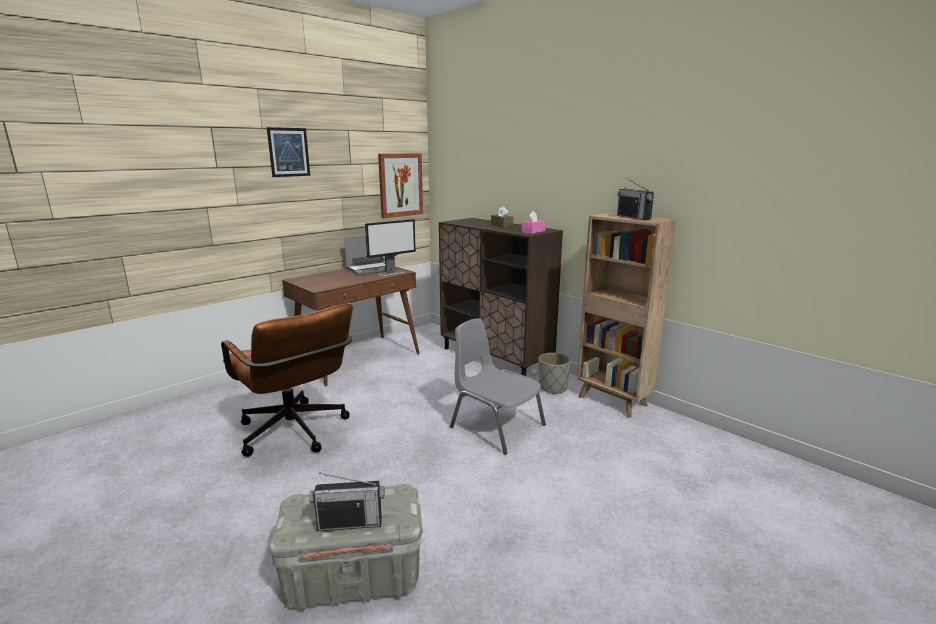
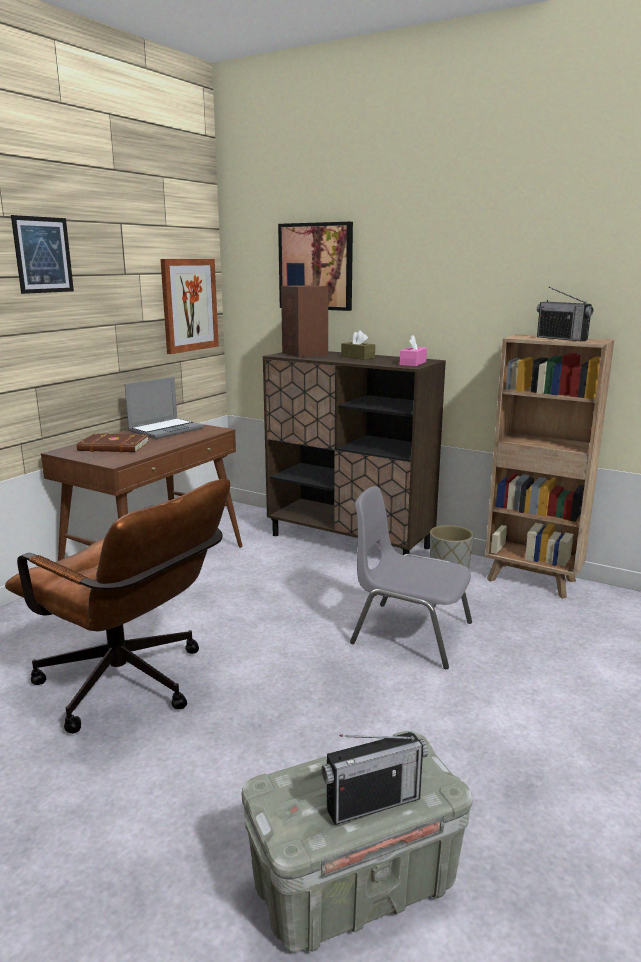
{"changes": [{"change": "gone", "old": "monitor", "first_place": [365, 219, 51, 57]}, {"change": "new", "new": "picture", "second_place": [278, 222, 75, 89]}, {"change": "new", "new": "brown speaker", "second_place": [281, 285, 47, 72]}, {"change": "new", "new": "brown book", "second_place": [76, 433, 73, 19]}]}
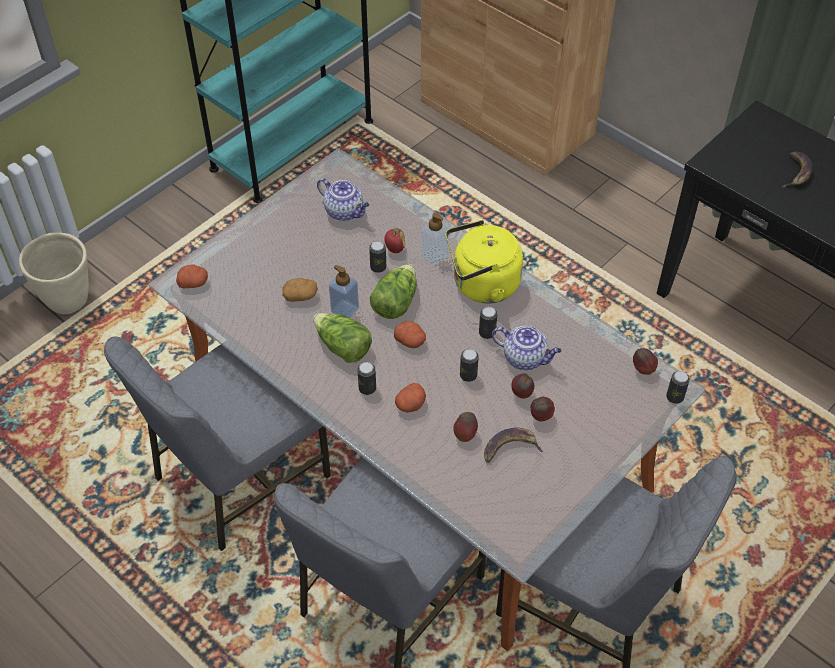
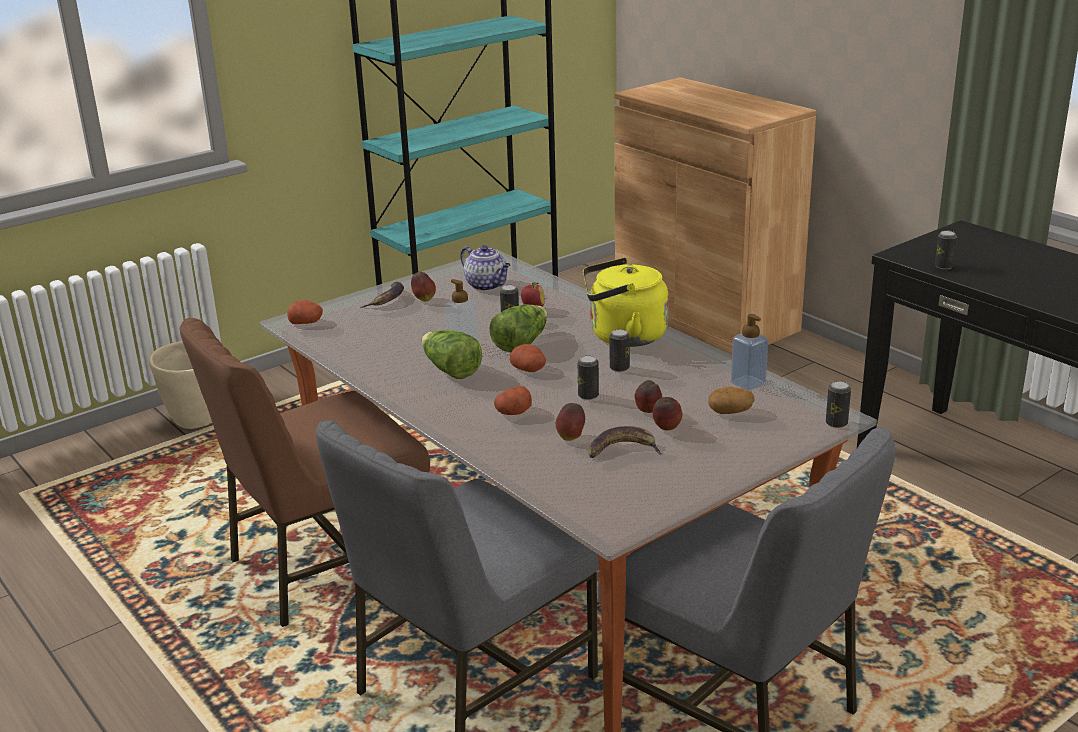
{"changes": [{"change": "shifted", "old": "banana", "first_place": [782, 151, 31, 36], "second_place": [361, 282, 43, 26]}, {"change": "shifted", "old": "soap dispenser", "first_place": [421, 213, 28, 52], "second_place": [731, 314, 37, 77]}, {"change": "shifted", "old": "potato", "first_place": [282, 278, 36, 24], "second_place": [709, 387, 46, 27]}, {"change": "gone", "old": "teapot", "first_place": [492, 326, 70, 44]}, {"change": "repainted", "old": "grey chair", "new": "brown chair", "first_place": [104, 337, 227, 214], "second_place": [180, 318, 250, 309]}, {"change": "shifted", "old": "apple", "first_place": [633, 348, 25, 27], "second_place": [411, 272, 25, 29]}, {"change": "shifted", "old": "can", "first_place": [357, 362, 19, 33], "second_place": [935, 230, 22, 40]}]}
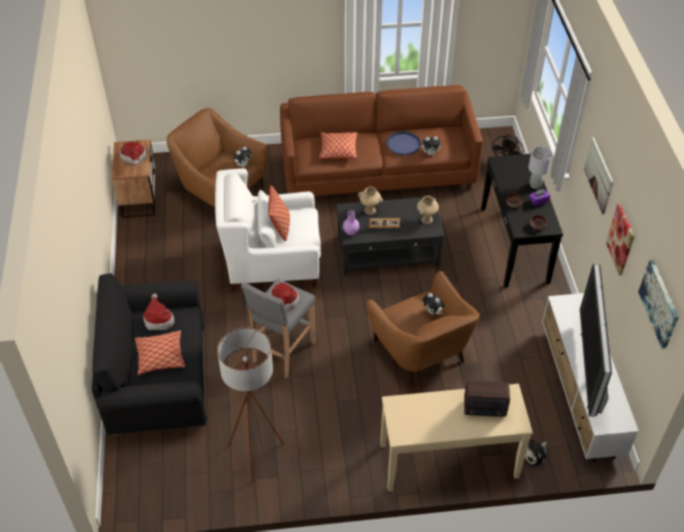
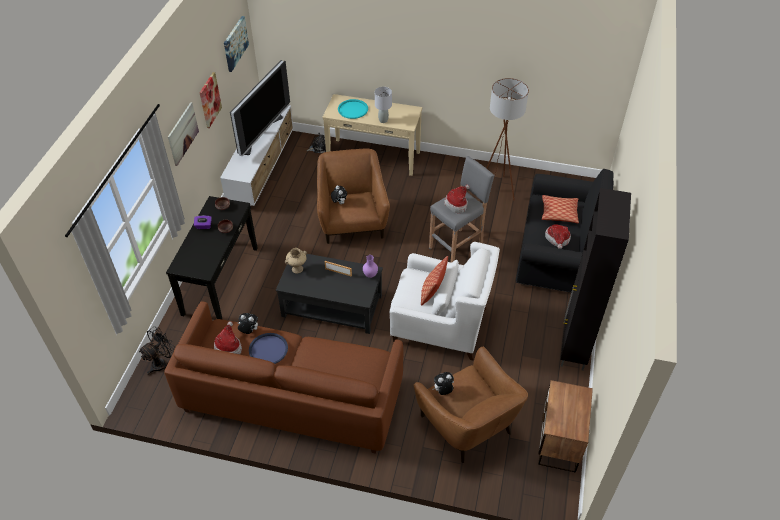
{"changes": [{"change": "gone", "old": "pillow", "first_place": [319, 132, 39, 27]}, {"change": "shifted", "old": "hat", "first_place": [119, 142, 27, 23], "second_place": [214, 321, 28, 33]}, {"change": "shifted", "old": "grey table lamp", "first_place": [528, 146, 25, 43], "second_place": [375, 87, 17, 36]}, {"change": "gone", "old": "beige vase", "first_place": [358, 186, 25, 29]}, {"change": "swapped", "old": "radio", "new": "turquoise tray", "first_place": [464, 380, 46, 37], "second_place": [338, 99, 30, 20]}, {"change": "new", "new": "black cabinet", "second_place": [561, 188, 70, 183]}]}
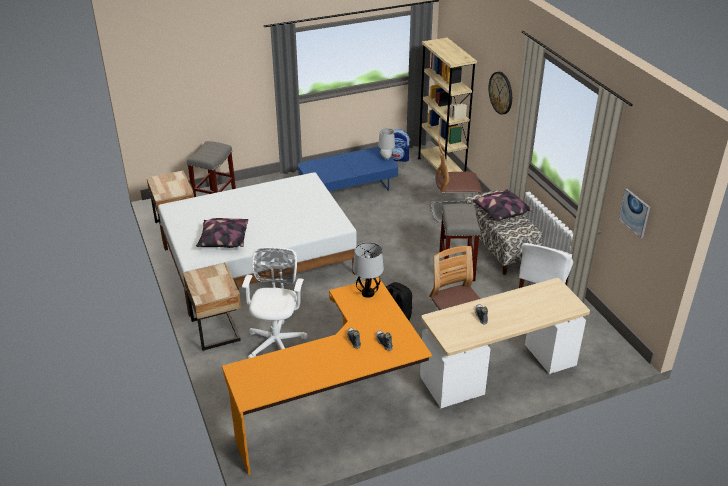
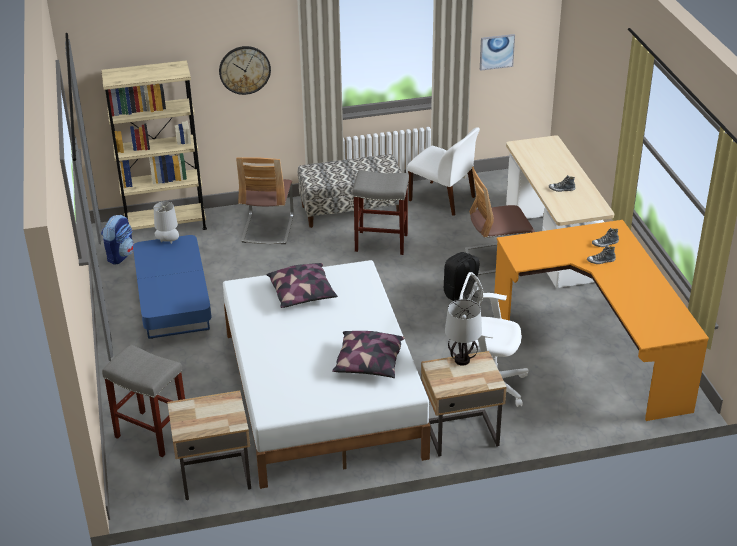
{"changes": [{"change": "shifted", "old": "pillow", "first_place": [472, 189, 60, 33], "second_place": [267, 263, 71, 45]}, {"change": "shifted", "old": "table lamp", "first_place": [353, 242, 31, 56], "second_place": [445, 299, 37, 67]}]}
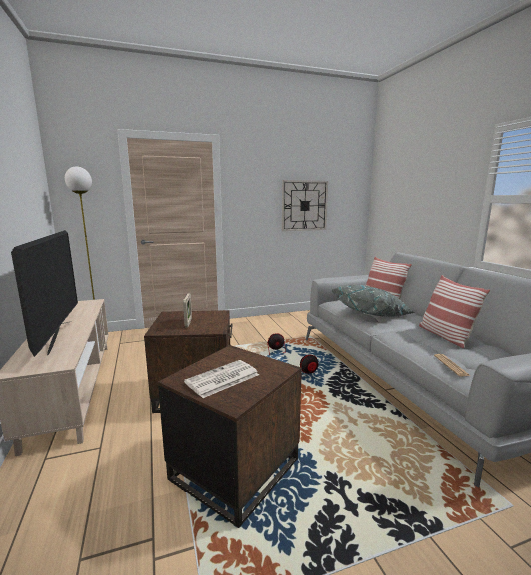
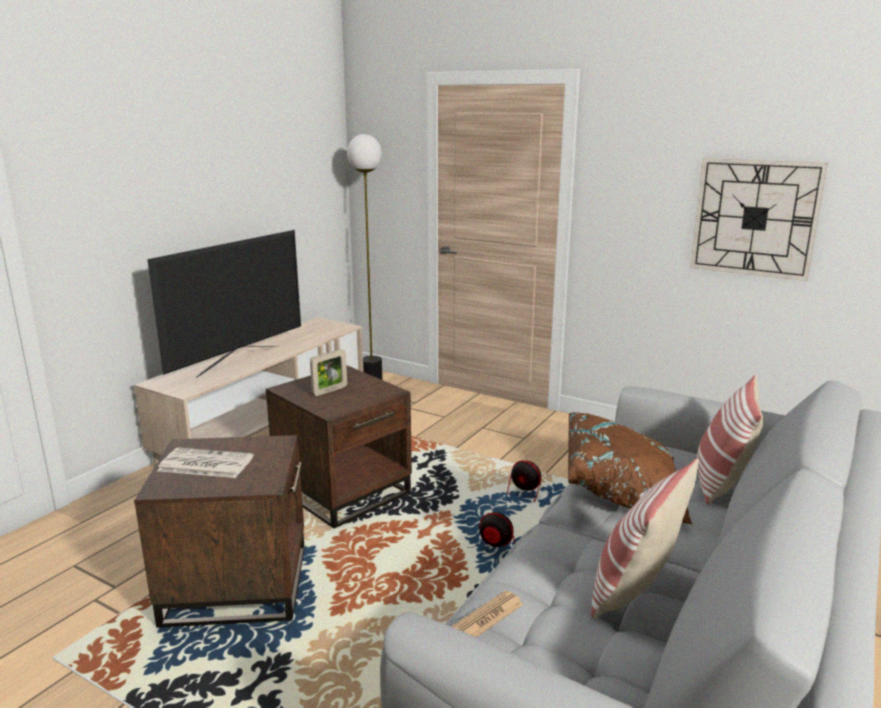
{"changes": [{"change": "repainted", "old": "grey pillow", "new": "brown pillow", "first_place": [332, 285, 82, 32], "second_place": [568, 412, 125, 113]}]}
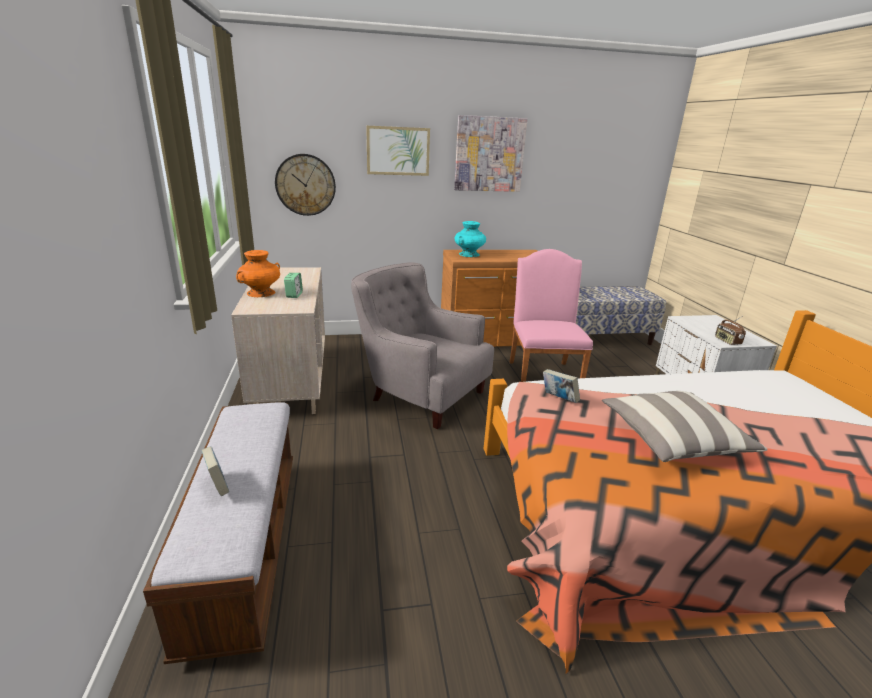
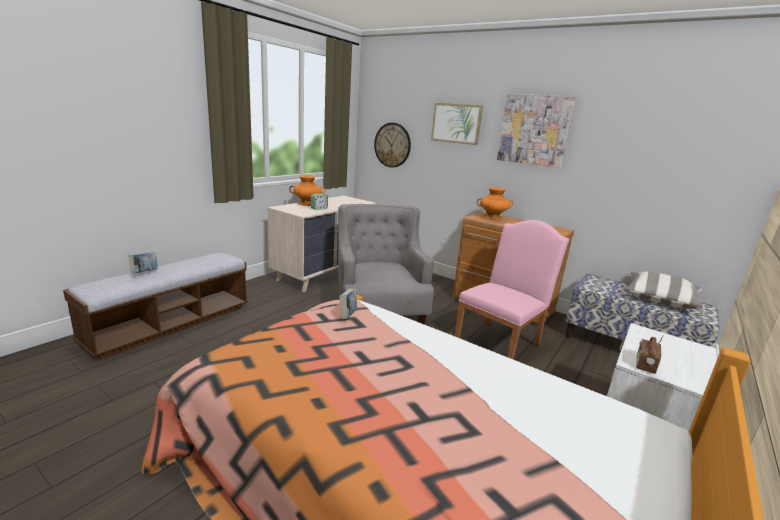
{"changes": [{"change": "repainted", "old": "turquoise vase", "new": "orange vase", "first_place": [455, 221, 31, 36], "second_place": [477, 187, 37, 33]}, {"change": "shifted", "old": "pillow", "first_place": [602, 391, 166, 71], "second_place": [625, 271, 80, 38]}]}
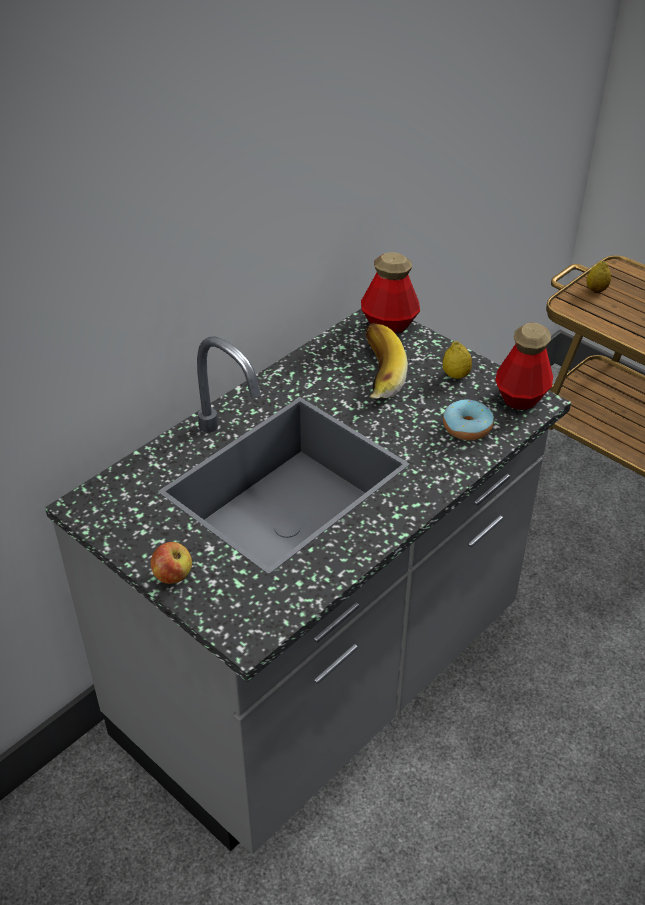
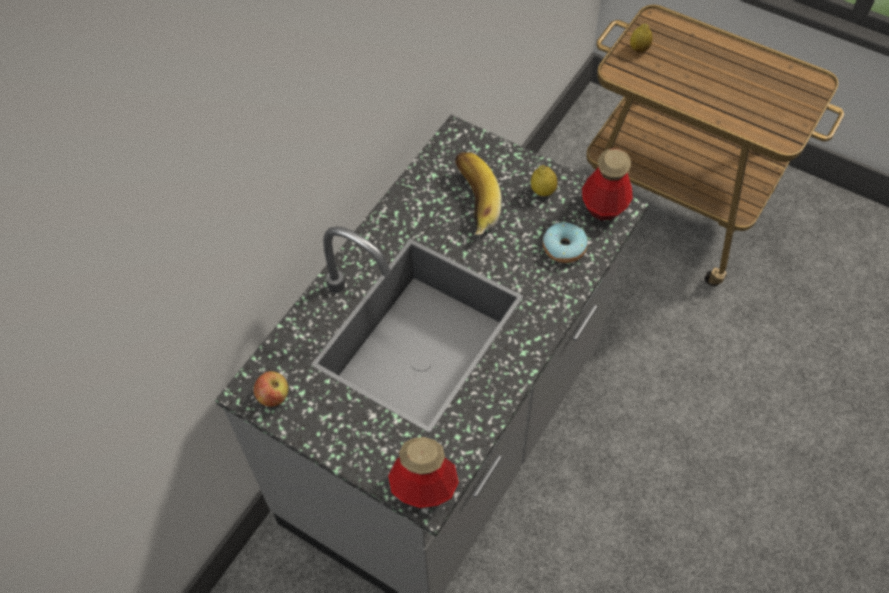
{"changes": [{"change": "shifted", "old": "bottle", "first_place": [361, 252, 59, 82], "second_place": [388, 437, 71, 71]}, {"change": "shifted", "old": "apple", "first_place": [150, 542, 42, 42], "second_place": [254, 371, 34, 36]}]}
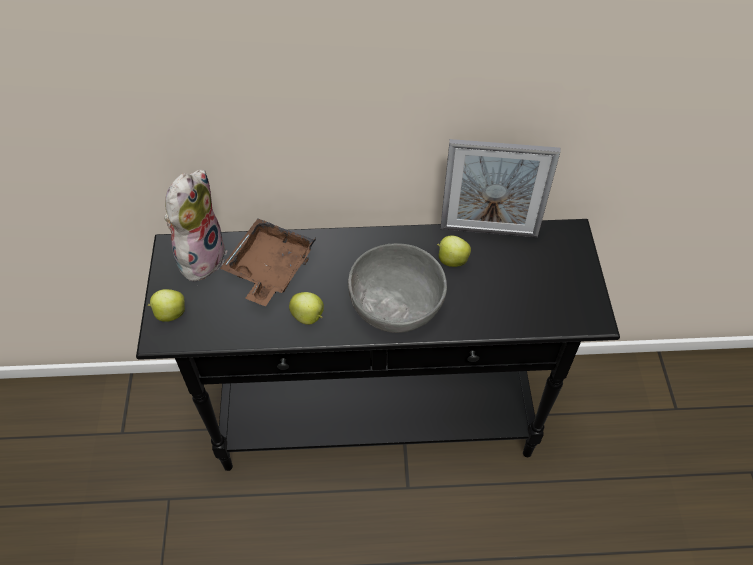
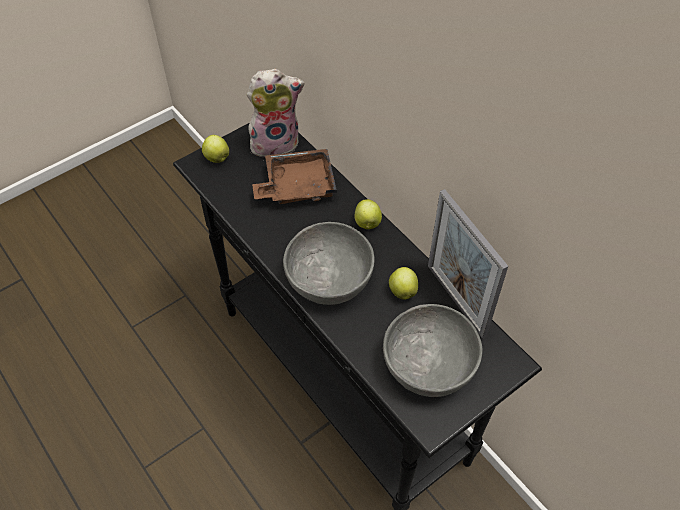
{"changes": [{"change": "shifted", "old": "apple", "first_place": [289, 292, 35, 33], "second_place": [354, 199, 28, 30]}, {"change": "new", "new": "grey bowl", "second_place": [383, 304, 100, 93]}]}
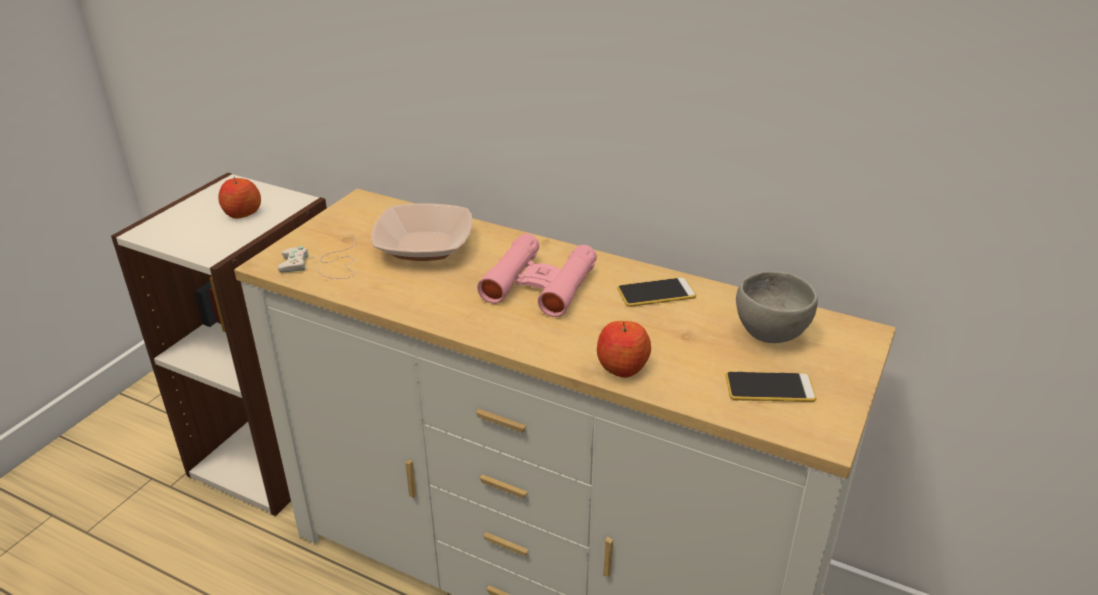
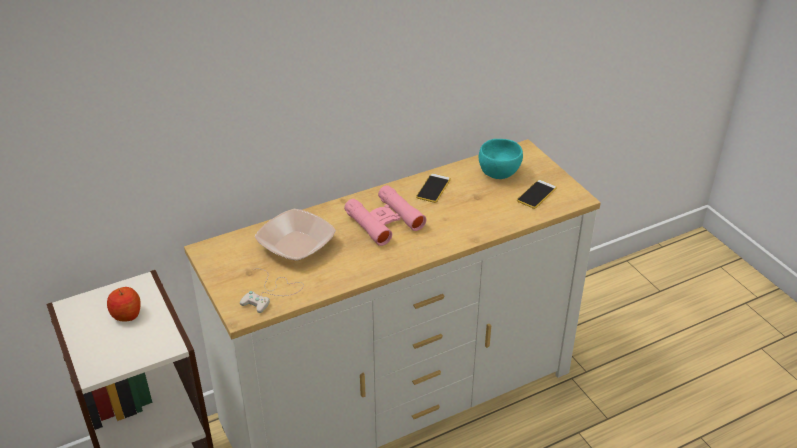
{"changes": [{"change": "repainted", "old": "grey bowl", "new": "turquoise bowl", "first_place": [736, 271, 82, 72], "second_place": [478, 139, 45, 40]}, {"change": "gone", "old": "apple", "first_place": [597, 321, 54, 57]}]}
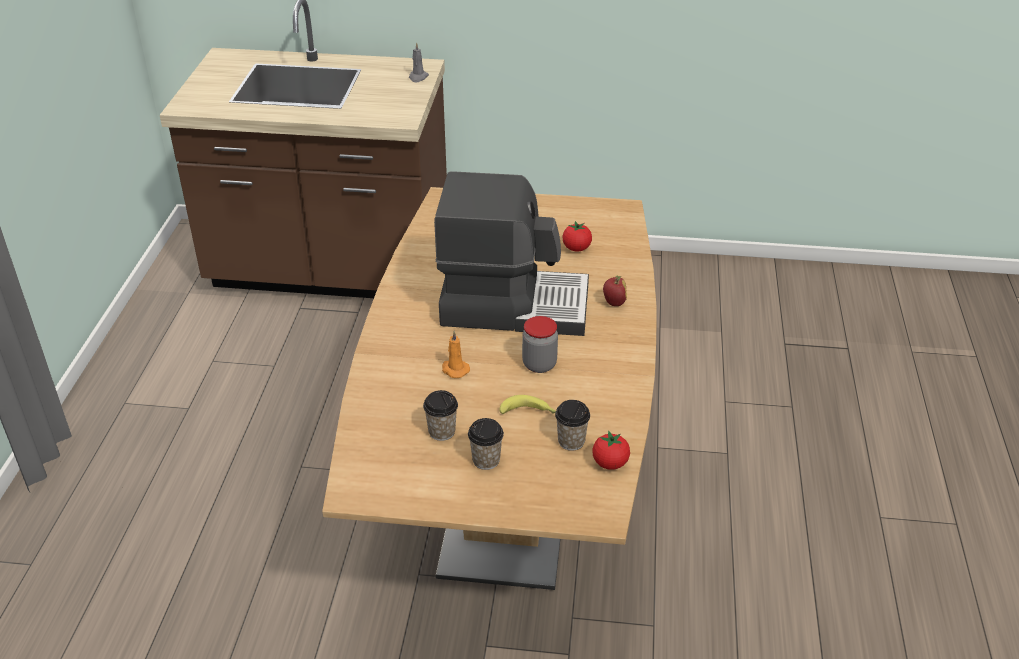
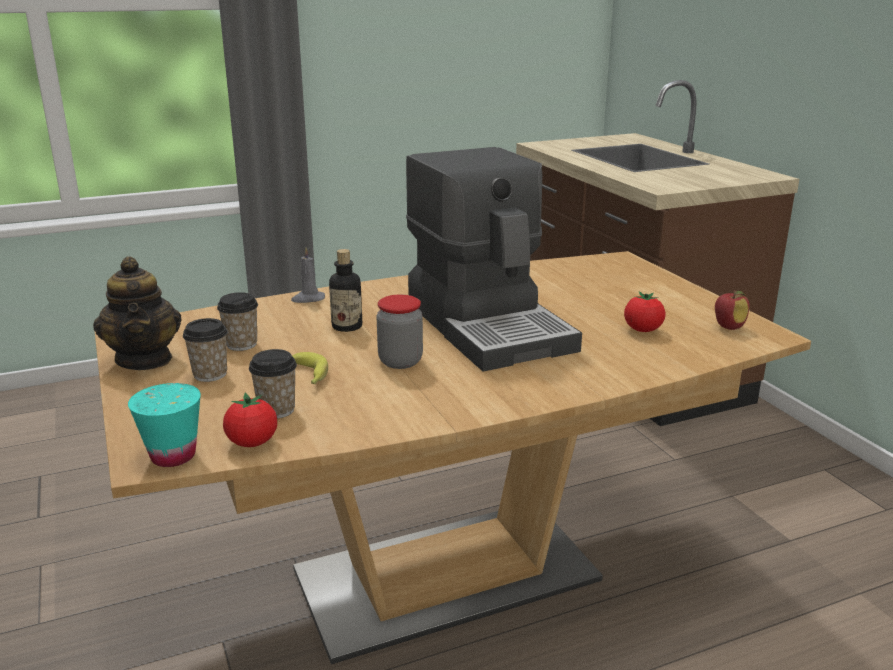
{"changes": [{"change": "shifted", "old": "grey candle", "first_place": [409, 42, 20, 40], "second_place": [291, 247, 34, 56]}, {"change": "shifted", "old": "apple", "first_place": [603, 275, 24, 31], "second_place": [715, 290, 34, 40]}, {"change": "swapped", "old": "orange candle", "new": "bottle", "first_place": [442, 331, 28, 47], "second_place": [329, 249, 33, 83]}, {"change": "new", "new": "teapot", "second_place": [93, 256, 89, 114]}, {"change": "new", "new": "turquoise cup", "second_place": [128, 383, 73, 84]}]}
